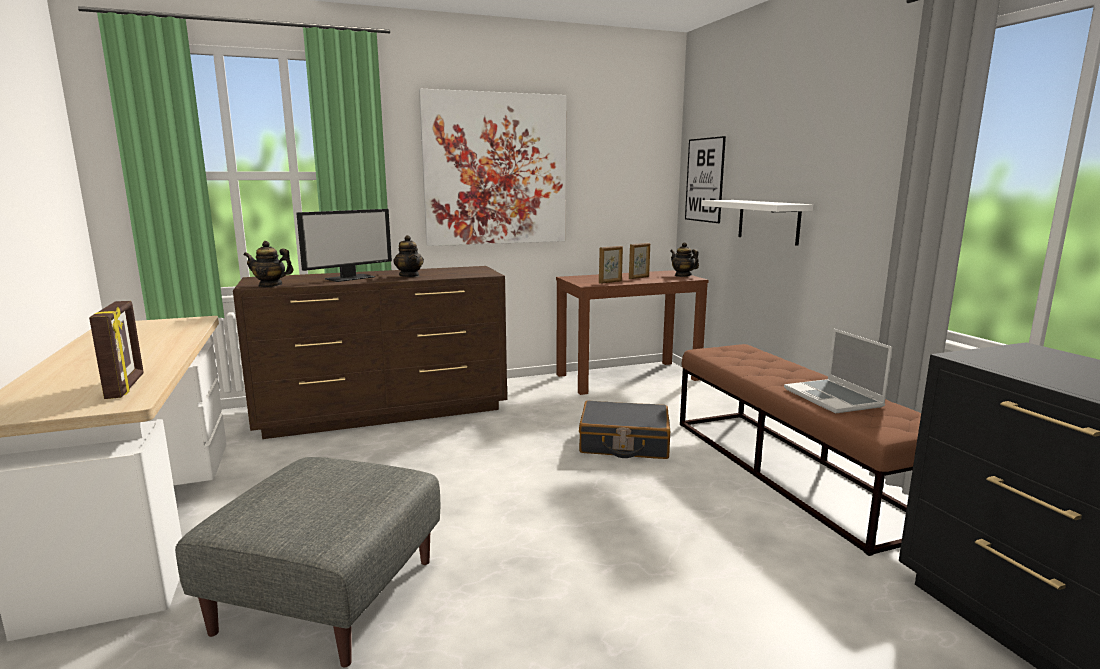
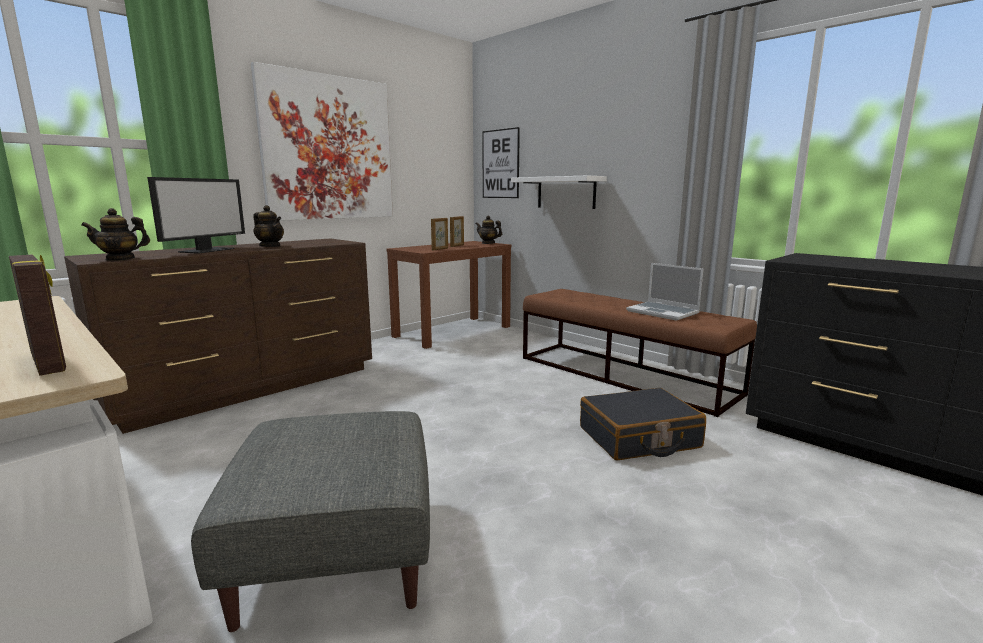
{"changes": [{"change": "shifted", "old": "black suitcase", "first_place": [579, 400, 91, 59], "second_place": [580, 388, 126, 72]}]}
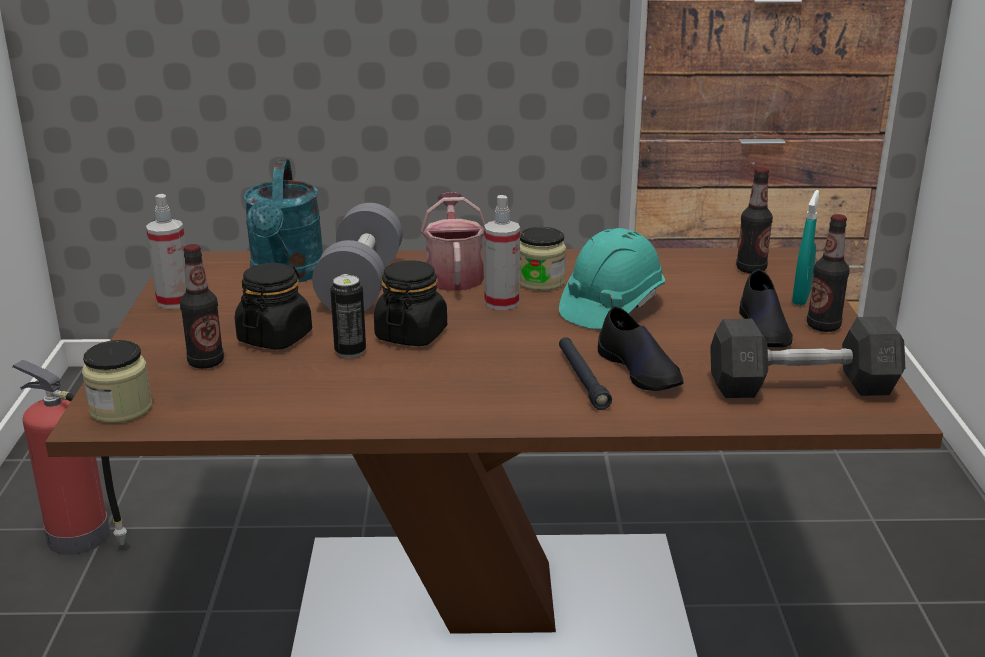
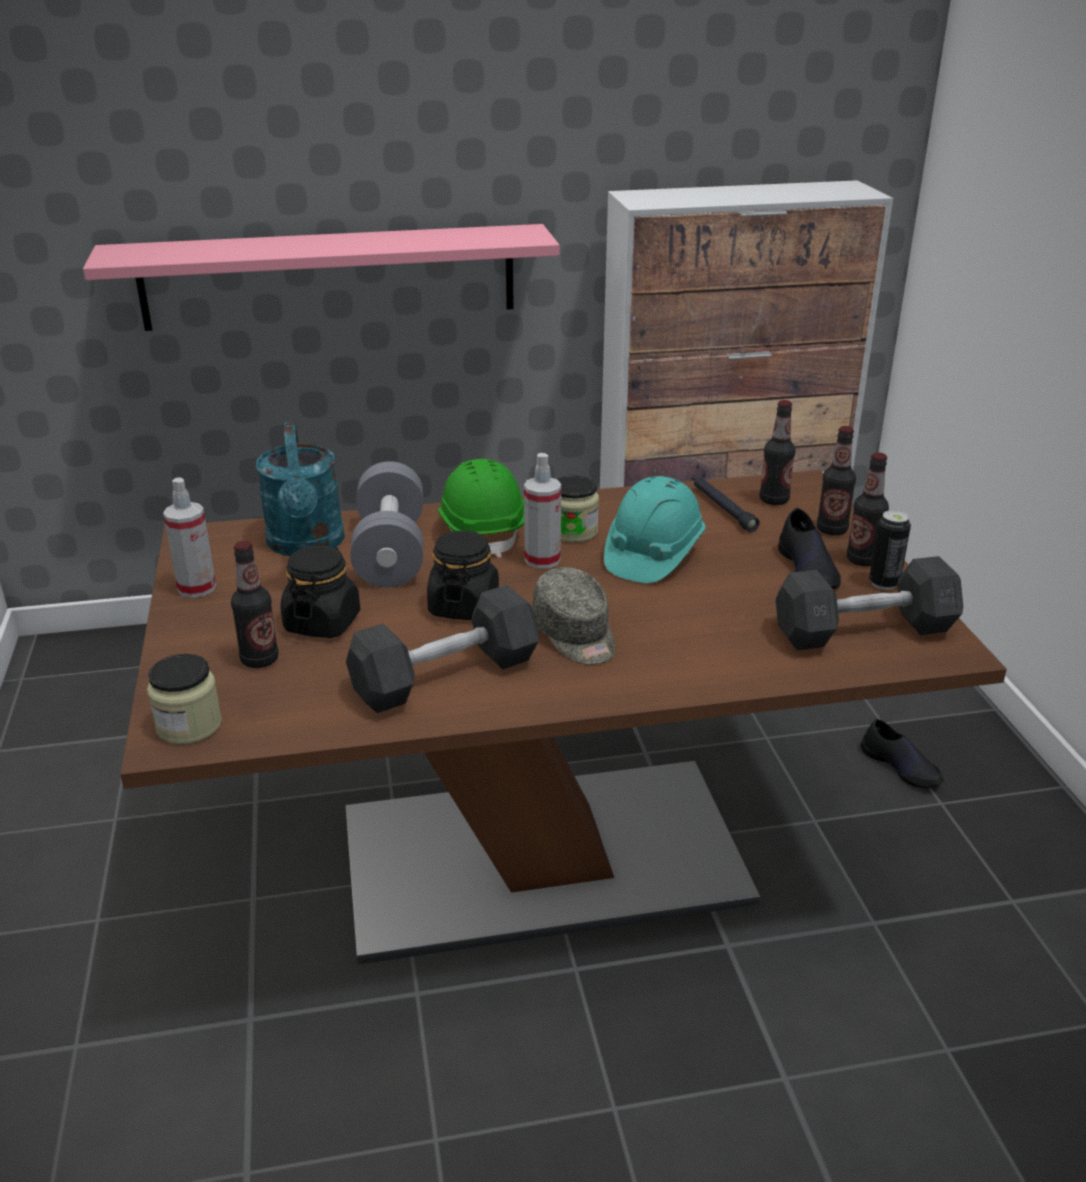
{"changes": [{"change": "swapped", "old": "turquoise spray bottle", "new": "bottle", "first_place": [792, 190, 28, 115], "second_place": [817, 426, 39, 109]}, {"change": "swapped", "old": "watering can", "new": "green hard hat", "first_place": [421, 192, 65, 99], "second_place": [437, 459, 87, 99]}, {"change": "shifted", "old": "can", "first_place": [330, 275, 36, 83], "second_place": [869, 510, 42, 80]}, {"change": "shifted", "old": "black shoe", "first_place": [598, 306, 86, 85], "second_place": [861, 719, 83, 70]}, {"change": "shifted", "old": "black flashlight", "first_place": [559, 337, 53, 73], "second_place": [694, 477, 66, 55]}, {"change": "gone", "old": "fire extinguisher", "first_place": [12, 360, 115, 195]}, {"change": "new", "new": "pink shelf", "second_place": [83, 224, 477, 107]}, {"change": "new", "new": "grey cap", "second_place": [532, 567, 83, 98]}, {"change": "new", "new": "grey dumbbell", "second_place": [346, 585, 193, 128]}]}
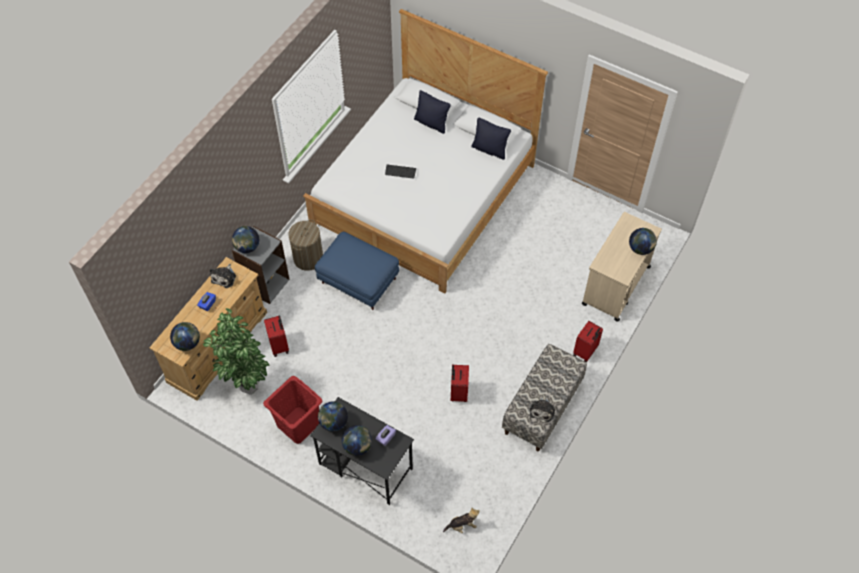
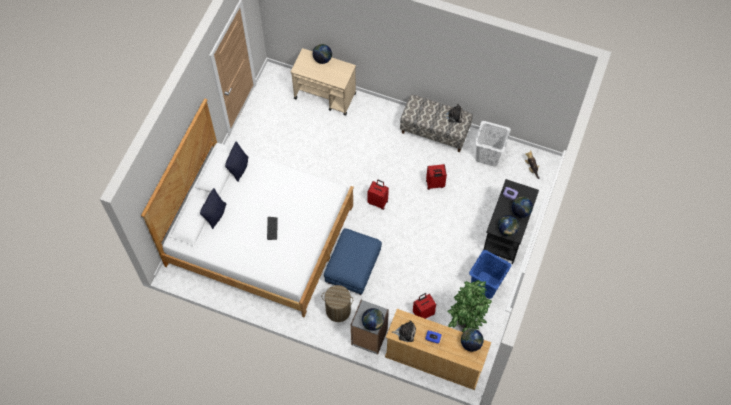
{"changes": [{"change": "shifted", "old": "red suitcase", "first_place": [573, 321, 30, 41], "second_place": [367, 180, 22, 30]}, {"change": "repainted", "old": "red laundry basket", "new": "blue laundry basket", "first_place": [263, 376, 59, 68], "second_place": [469, 250, 42, 49]}, {"change": "new", "new": "white laundry basket", "second_place": [474, 121, 37, 46]}]}
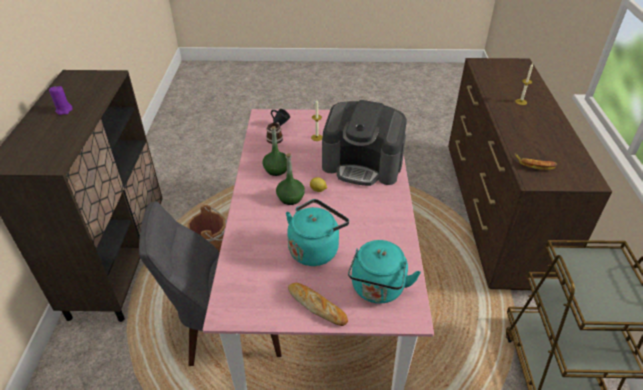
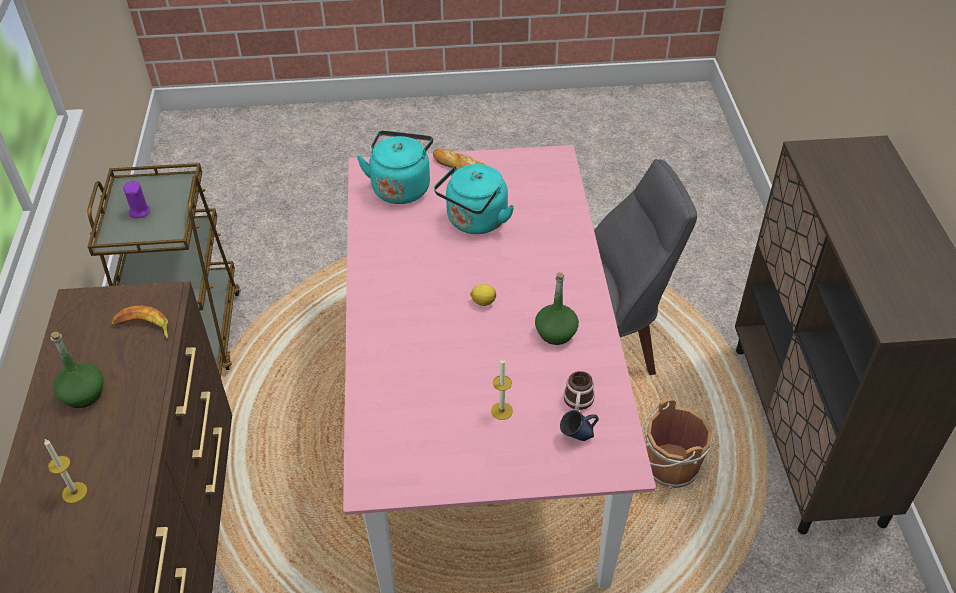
{"changes": [{"change": "shifted", "old": "purple candle", "first_place": [49, 86, 24, 29], "second_place": [123, 181, 27, 37]}, {"change": "gone", "old": "coffee machine", "first_place": [322, 100, 85, 86]}, {"change": "shifted", "old": "green bottle", "first_place": [276, 153, 29, 52], "second_place": [51, 332, 53, 76]}]}
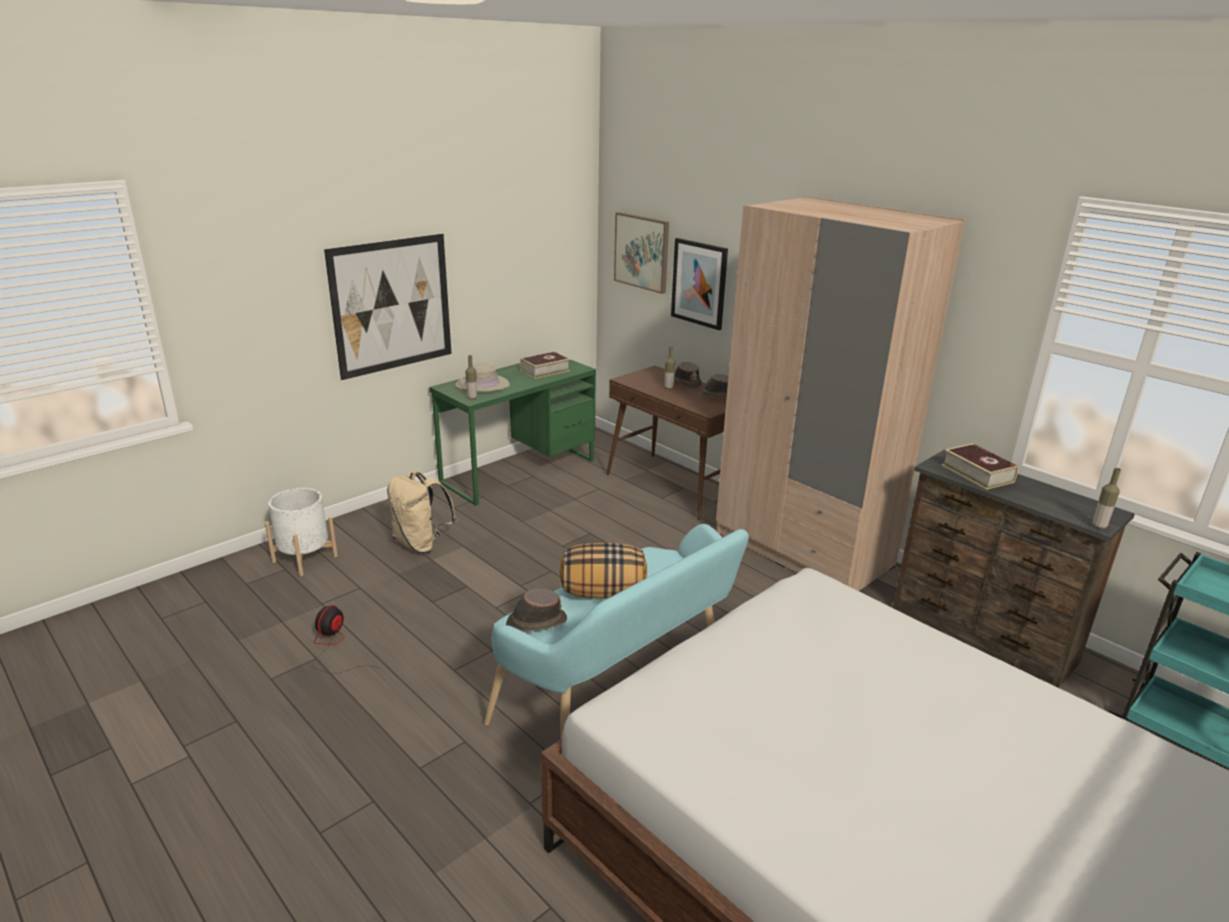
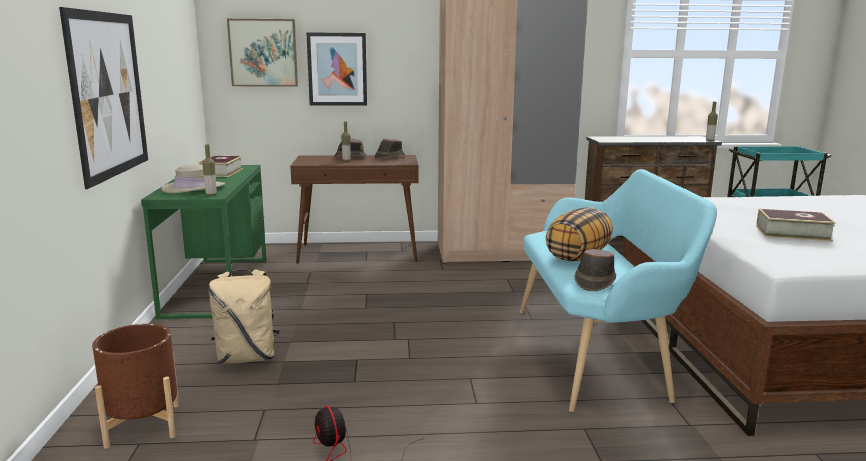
{"changes": [{"change": "shifted", "old": "book", "first_place": [942, 443, 77, 47], "second_place": [756, 209, 80, 32]}, {"change": "repainted", "old": "white planter", "new": "brown planter", "first_place": [265, 488, 73, 88], "second_place": [92, 324, 87, 125]}]}
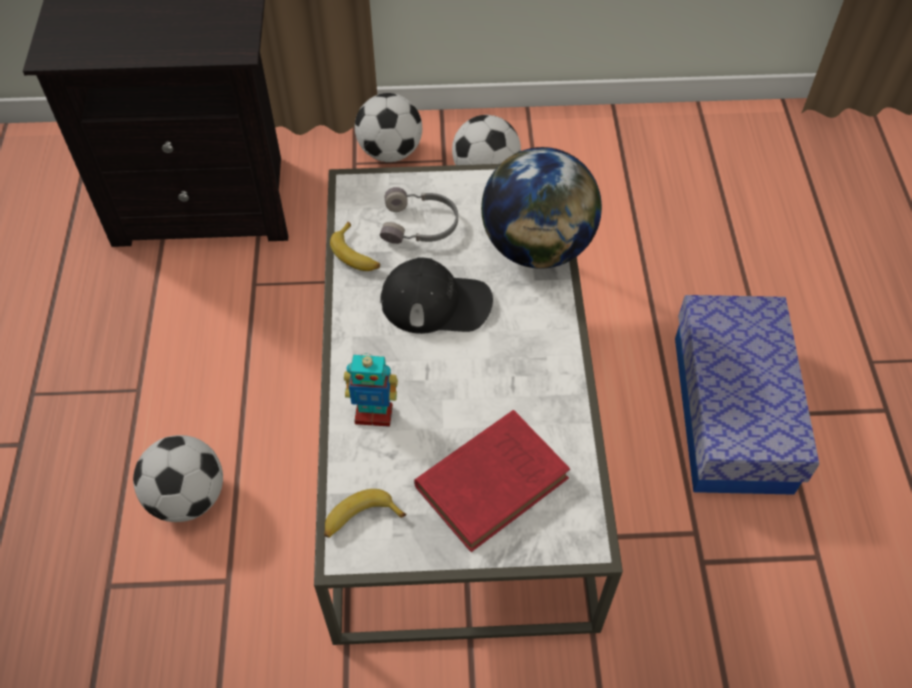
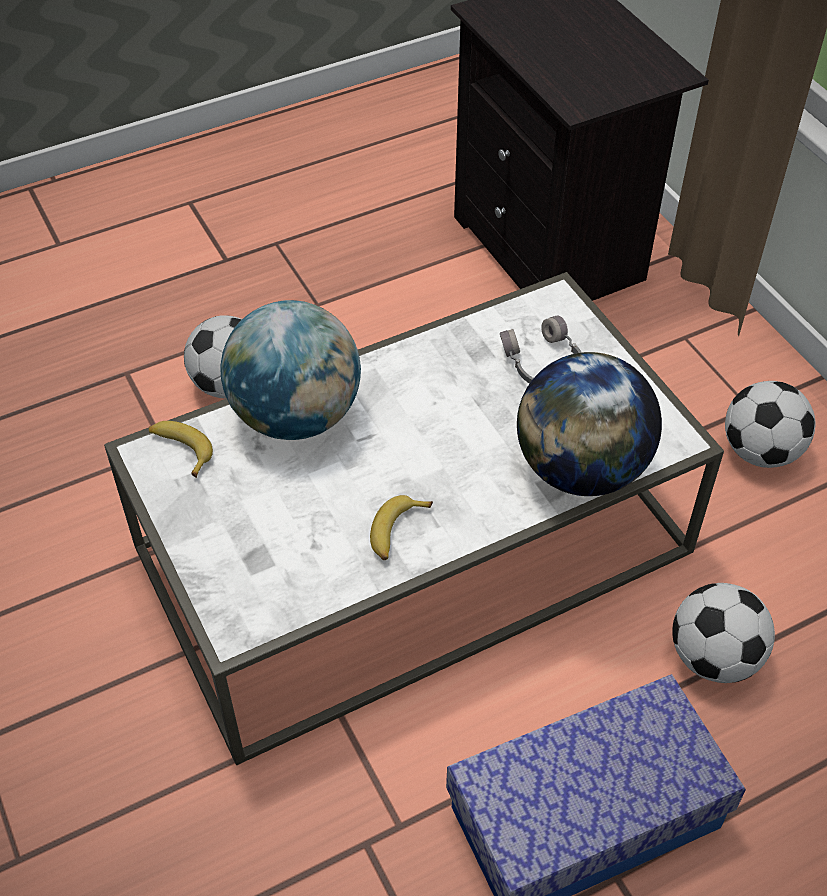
{"changes": [{"change": "shifted", "old": "football", "first_place": [355, 93, 67, 69], "second_place": [672, 583, 103, 100]}, {"change": "shifted", "old": "banana", "first_place": [330, 221, 50, 50], "second_place": [370, 495, 63, 65]}, {"change": "gone", "old": "black cap", "first_place": [380, 257, 113, 77]}, {"change": "swapped", "old": "toy robot", "new": "globe", "first_place": [344, 353, 54, 74], "second_place": [220, 300, 141, 140]}, {"change": "gone", "old": "red book", "first_place": [414, 410, 156, 142]}]}
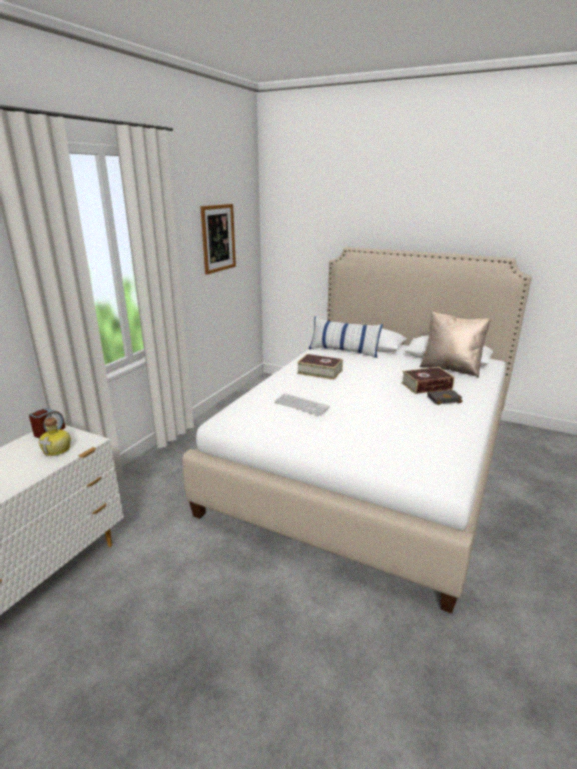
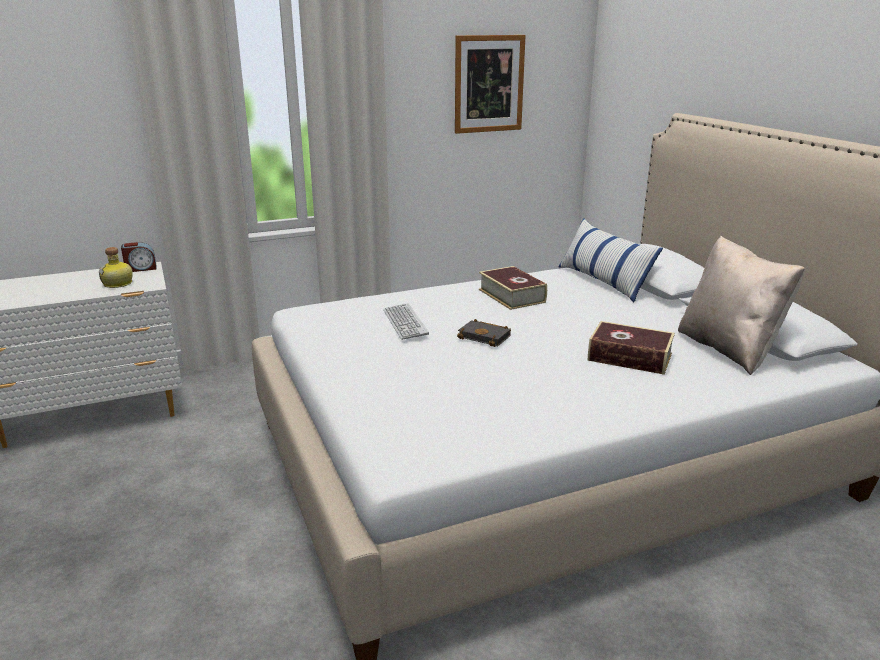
{"changes": [{"change": "shifted", "old": "black book", "first_place": [427, 389, 36, 16], "second_place": [457, 319, 54, 28]}]}
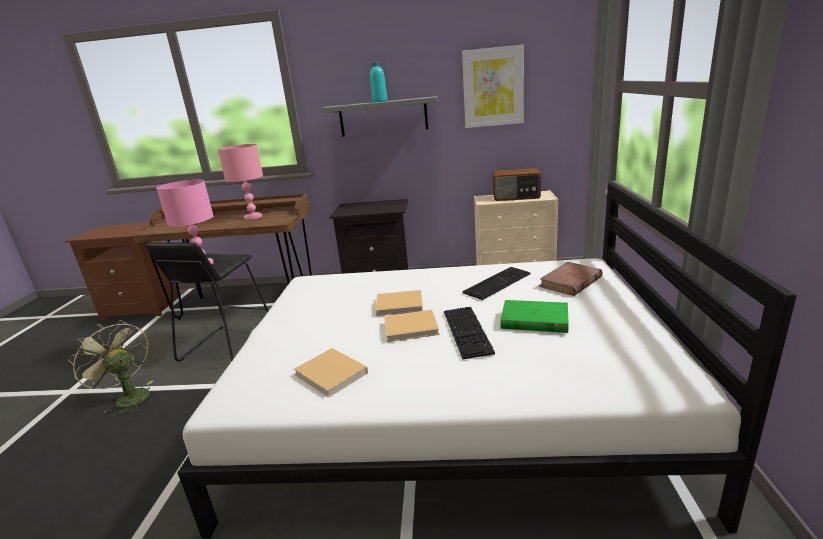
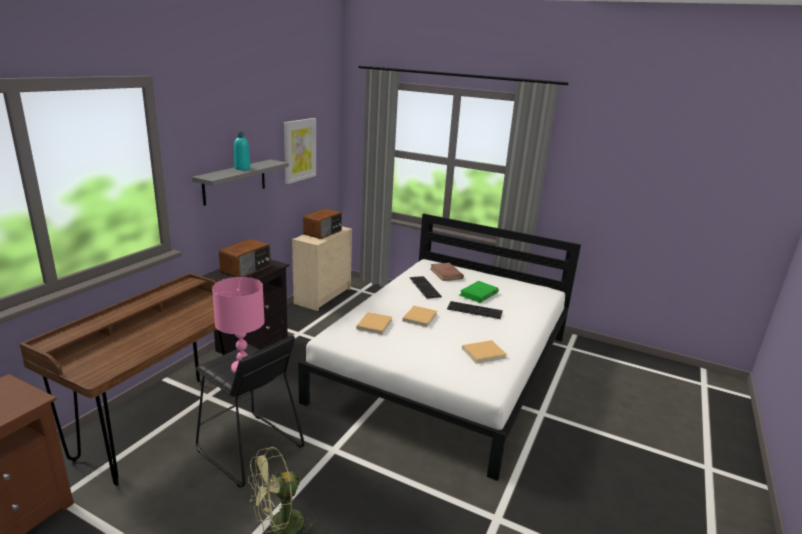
{"changes": [{"change": "gone", "old": "pink table lamp", "first_place": [218, 144, 45, 76]}, {"change": "shifted", "old": "beige book", "first_place": [384, 310, 55, 32], "second_place": [356, 312, 36, 23]}, {"change": "new", "new": "radio", "second_place": [219, 239, 52, 38]}]}
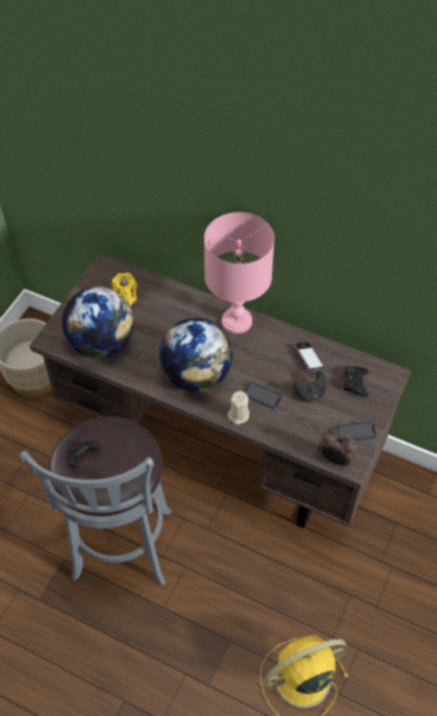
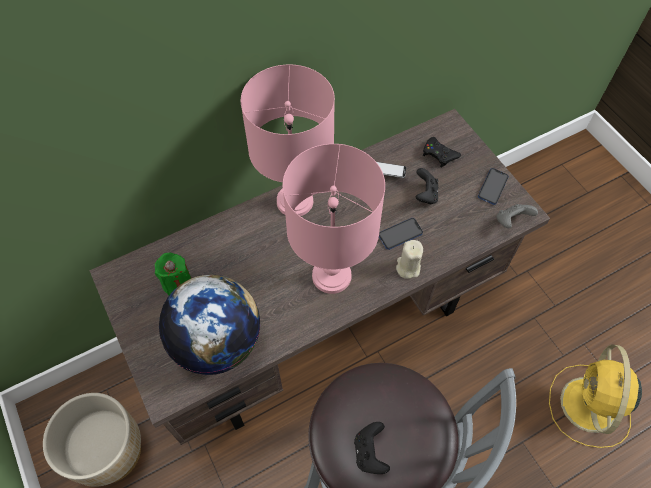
{"changes": [{"change": "repainted", "old": "yellow candle", "new": "green candle", "first_place": [112, 273, 25, 33], "second_place": [155, 253, 36, 43]}, {"change": "swapped", "old": "globe", "new": "pink table lamp", "first_place": [159, 318, 74, 74], "second_place": [283, 144, 102, 150]}, {"change": "swapped", "old": "alarm clock", "new": "grey game controller", "first_place": [318, 429, 39, 39], "second_place": [496, 204, 42, 25]}]}
